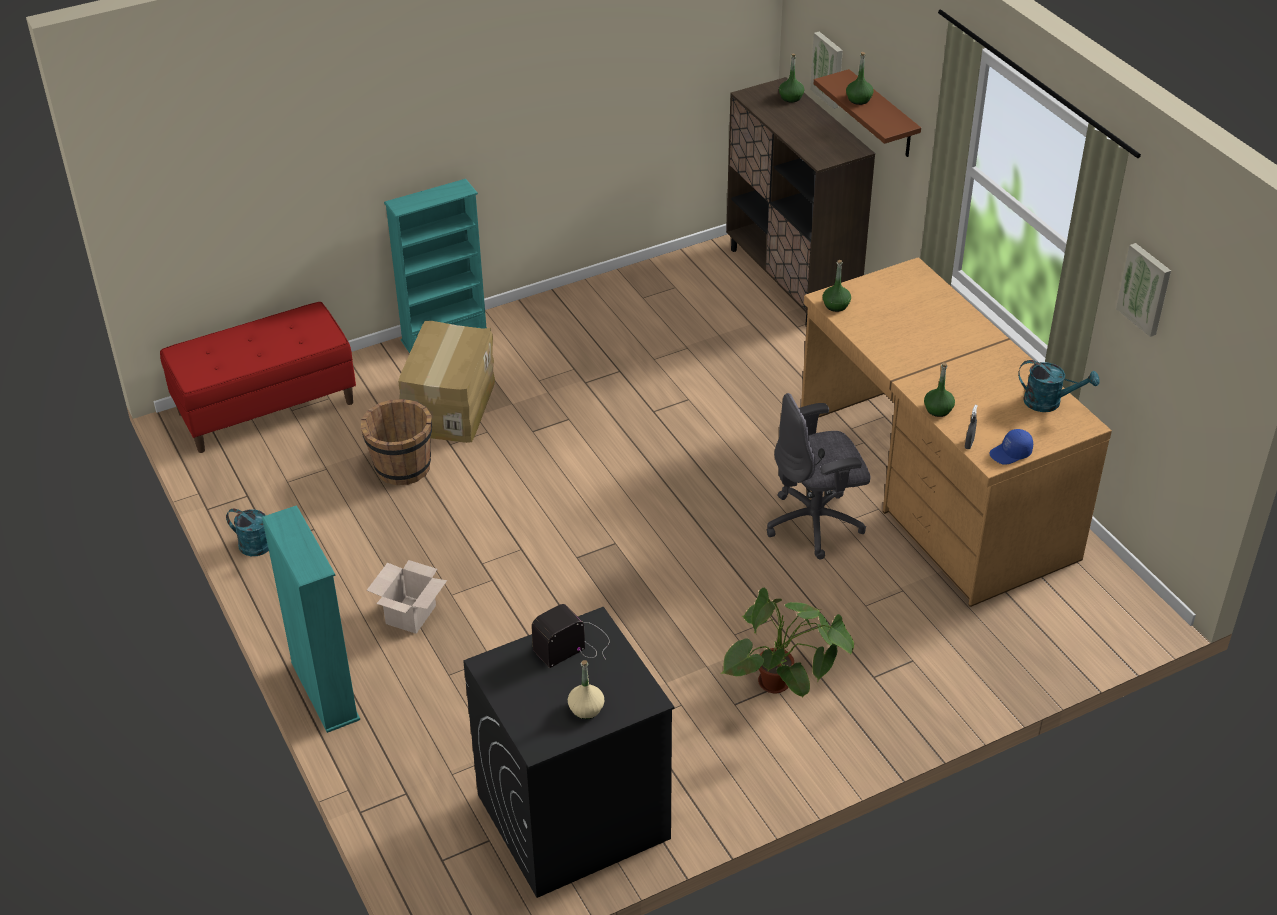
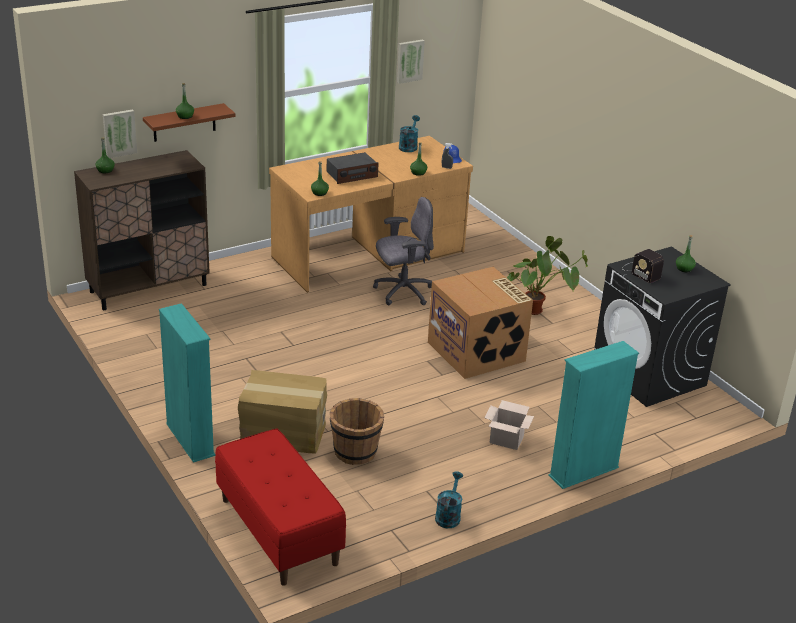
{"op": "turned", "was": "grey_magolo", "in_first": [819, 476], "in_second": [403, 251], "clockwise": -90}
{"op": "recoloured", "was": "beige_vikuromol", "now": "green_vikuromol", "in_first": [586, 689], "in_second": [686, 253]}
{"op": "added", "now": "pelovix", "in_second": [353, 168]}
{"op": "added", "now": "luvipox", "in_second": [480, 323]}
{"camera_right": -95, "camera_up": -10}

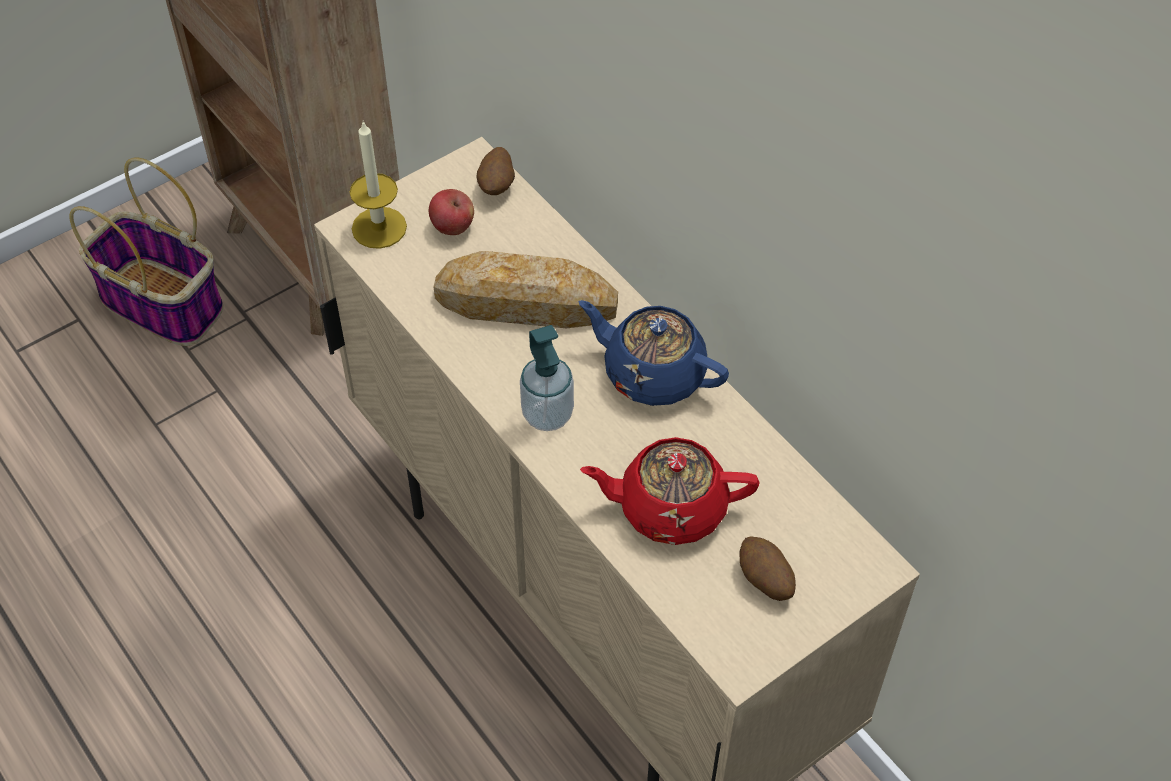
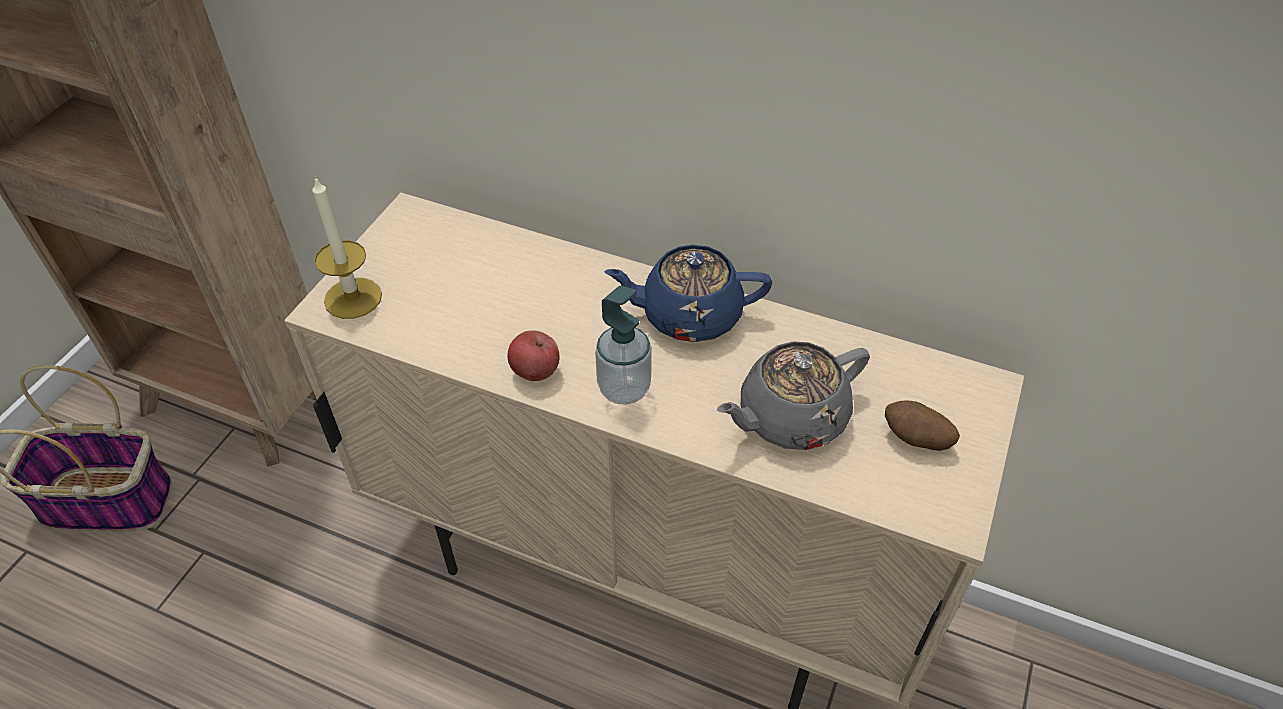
{"op": "removed", "was": "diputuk", "in_first": [496, 171]}
{"op": "moved", "was": "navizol", "in_first": [451, 212], "in_second": [534, 355]}
{"op": "removed", "was": "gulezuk", "in_first": [526, 289]}
{"op": "recoloured", "was": "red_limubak", "now": "grey_limubak", "in_first": [670, 491], "in_second": [793, 395]}
{"camera_right": -30, "camera_up": -5}

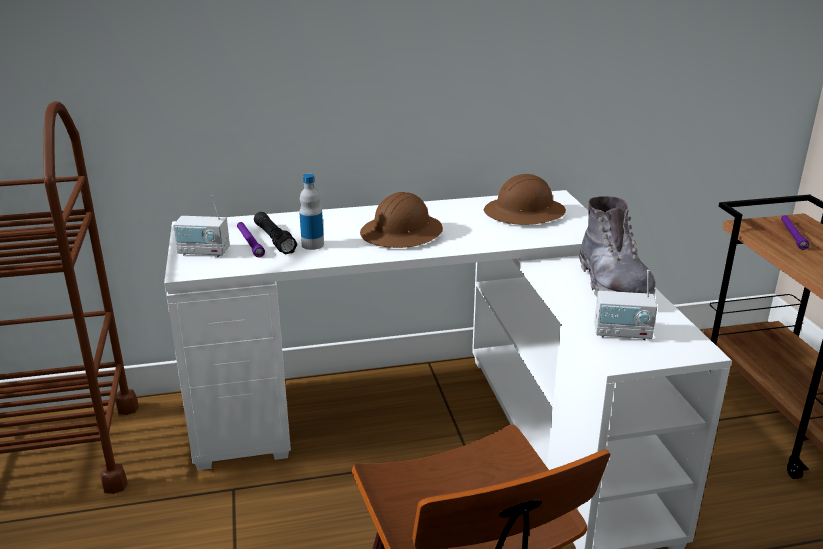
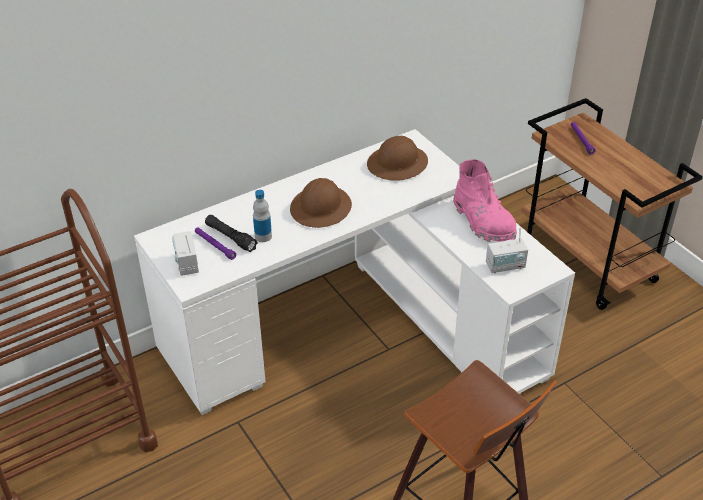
{"op": "turned", "was": "pelovix", "in_first": [201, 226], "in_second": [185, 253], "clockwise": 90}
{"op": "recoloured", "was": "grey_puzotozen", "now": "pink_puzotozen", "in_first": [617, 246], "in_second": [485, 200]}
{"camera_right": -20, "camera_up": 15}

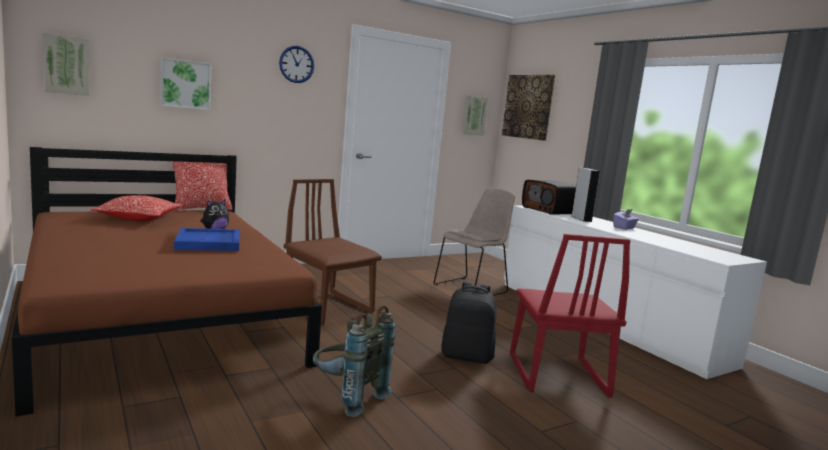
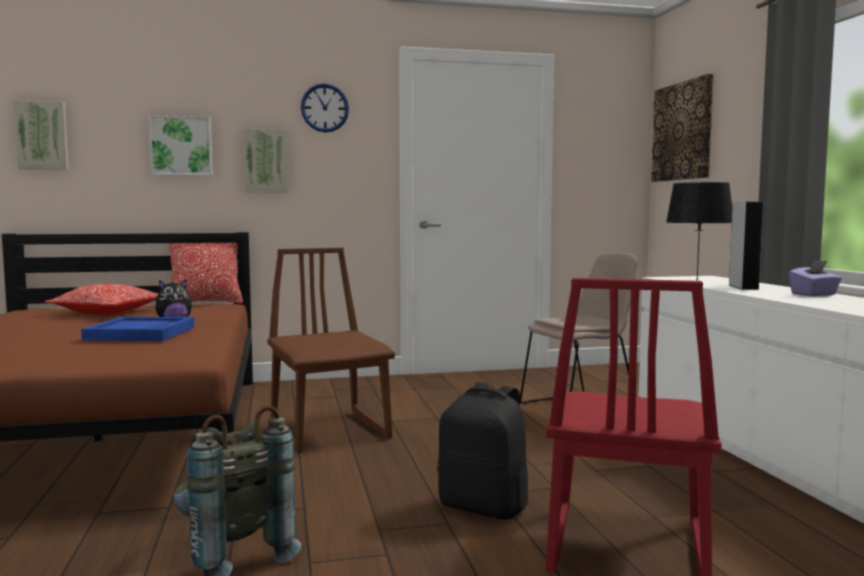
{"op": "moved", "was": "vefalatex", "in_first": [475, 116], "in_second": [265, 161]}
{"op": "replaced", "was": "pelovix", "now": "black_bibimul", "in_first": [549, 197], "in_second": [699, 231]}
{"camera_right": 20, "camera_up": -5}

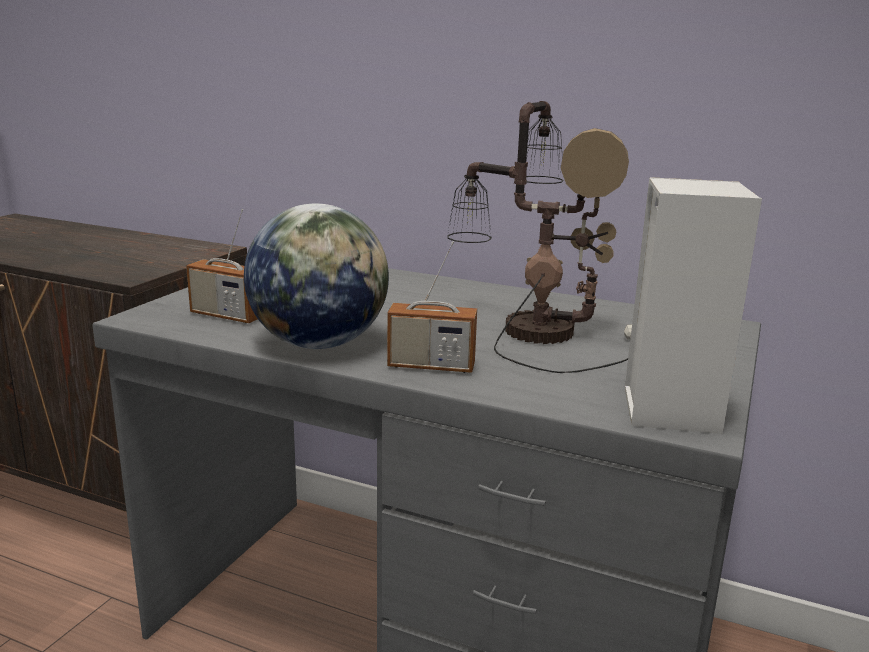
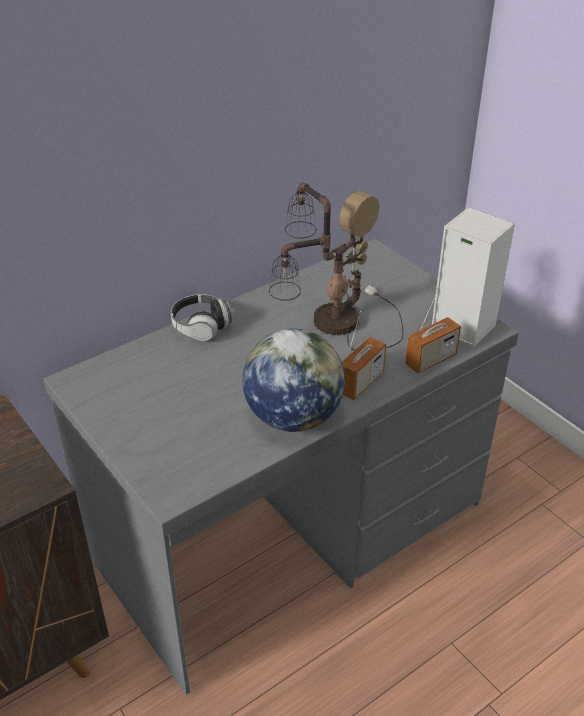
{"op": "moved", "was": "pelovix", "in_first": [222, 266], "in_second": [433, 330]}
{"op": "added", "now": "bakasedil", "in_second": [201, 317]}
{"camera_right": -60, "camera_up": 20}

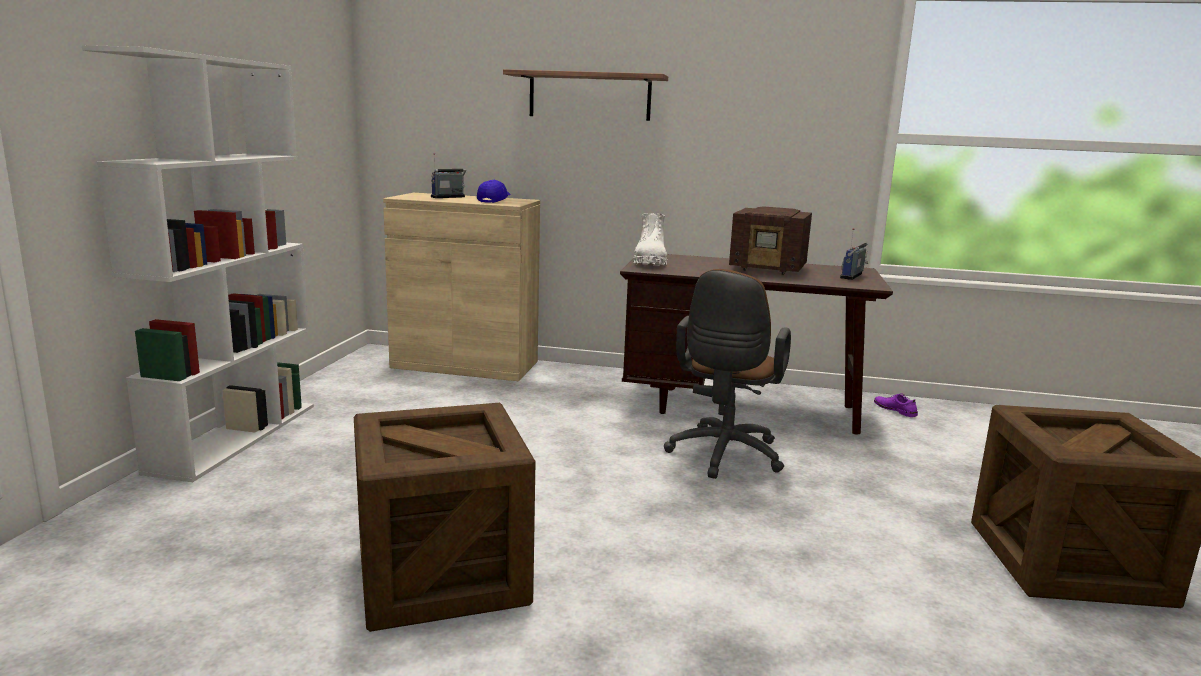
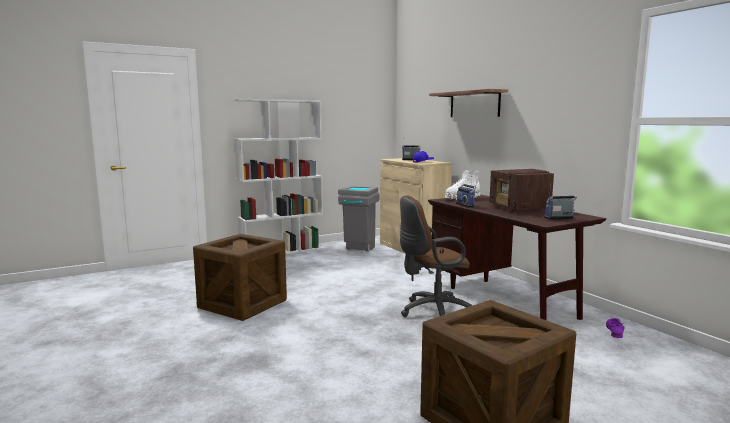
{"op": "added", "now": "pelovix", "in_second": [466, 192]}
{"op": "added", "now": "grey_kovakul", "in_second": [359, 218]}
{"camera_right": 50, "camera_up": -5}

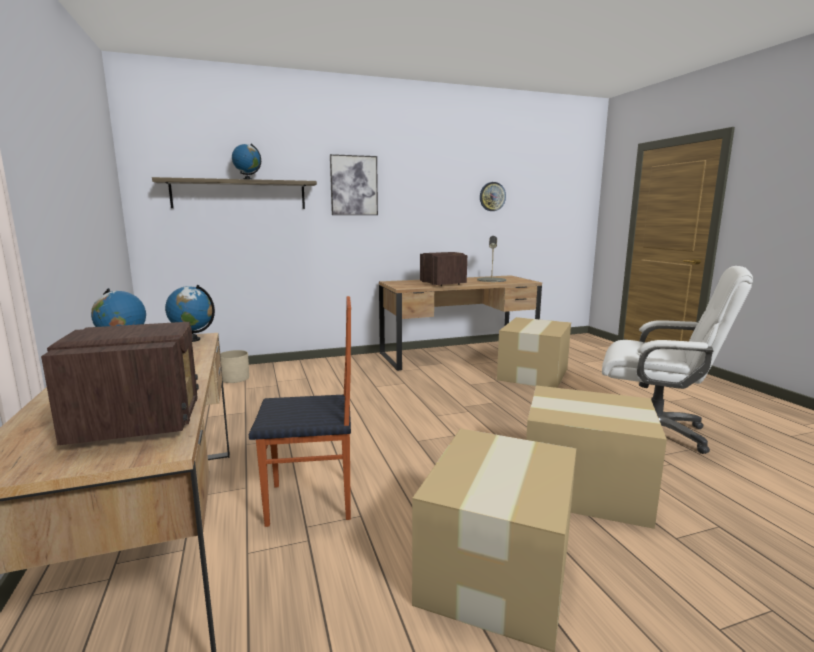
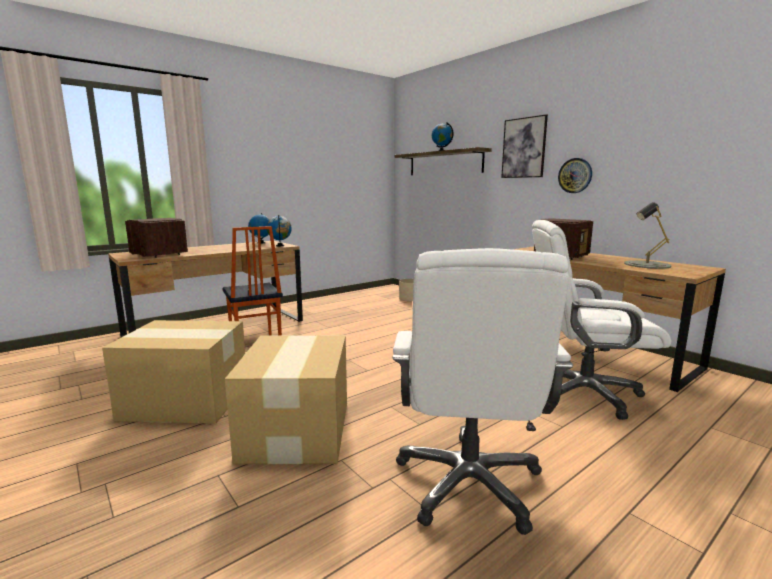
{"op": "moved", "was": "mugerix", "in_first": [493, 196], "in_second": [575, 175]}
{"op": "replaced", "was": "luvipox", "now": "white_magolo", "in_first": [534, 352], "in_second": [601, 320]}
{"op": "turned", "was": "pelovix", "in_first": [120, 383], "in_second": [156, 238], "clockwise": -105}
{"camera_right": 70, "camera_up": 0}

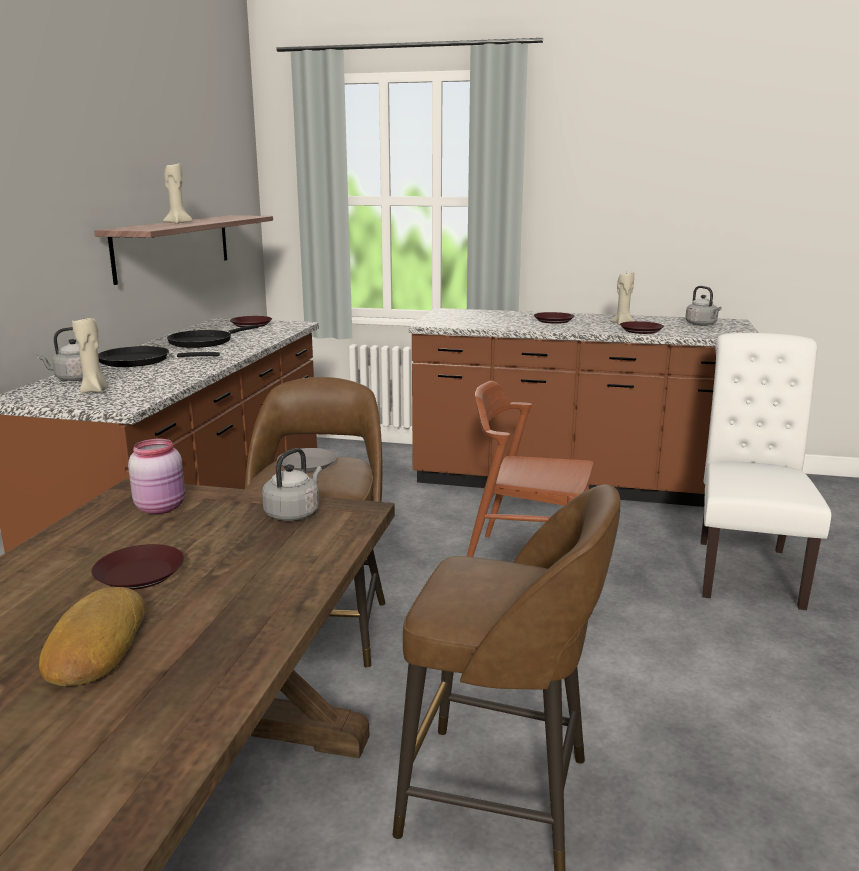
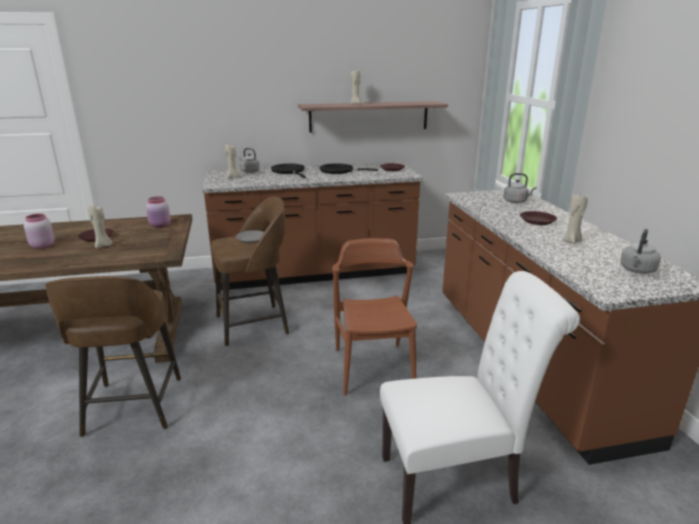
{"op": "removed", "was": "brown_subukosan", "in_first": [642, 327]}
{"op": "moved", "was": "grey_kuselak", "in_first": [292, 484], "in_second": [520, 188]}
{"op": "replaced", "was": "gulezuk", "now": "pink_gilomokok", "in_first": [92, 636], "in_second": [39, 231]}
{"op": "added", "now": "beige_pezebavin", "in_second": [100, 226]}
{"camera_right": 65, "camera_up": 5}

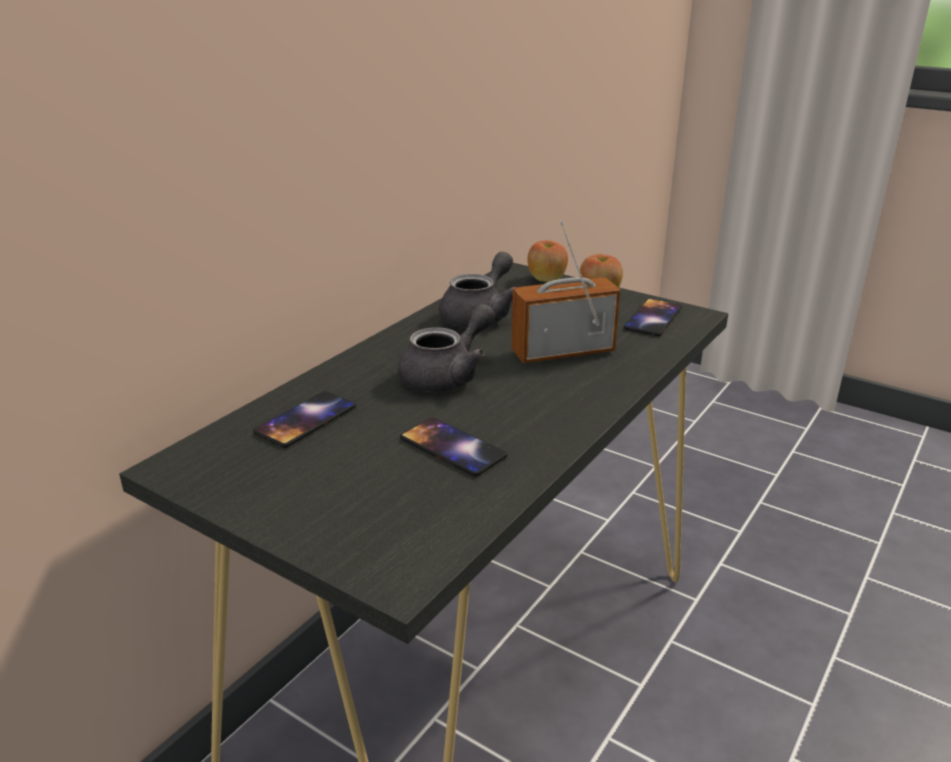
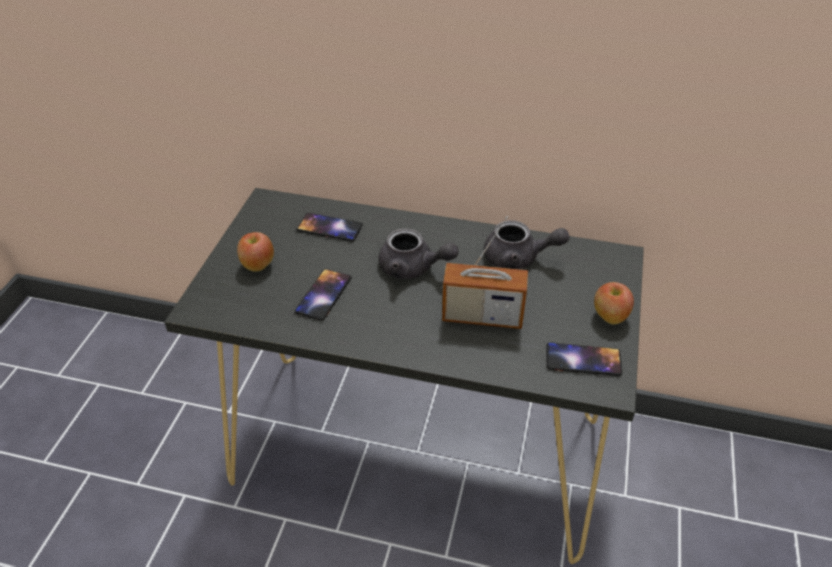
{"op": "turned", "was": "pelovix", "in_first": [566, 292], "in_second": [485, 272], "clockwise": 135}
{"op": "moved", "was": "navizol", "in_first": [547, 261], "in_second": [255, 252]}
{"camera_right": 70, "camera_up": 15}

